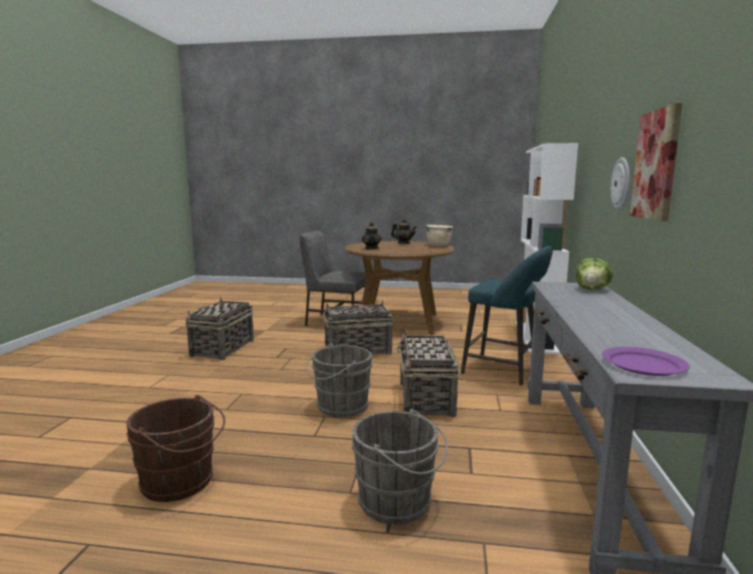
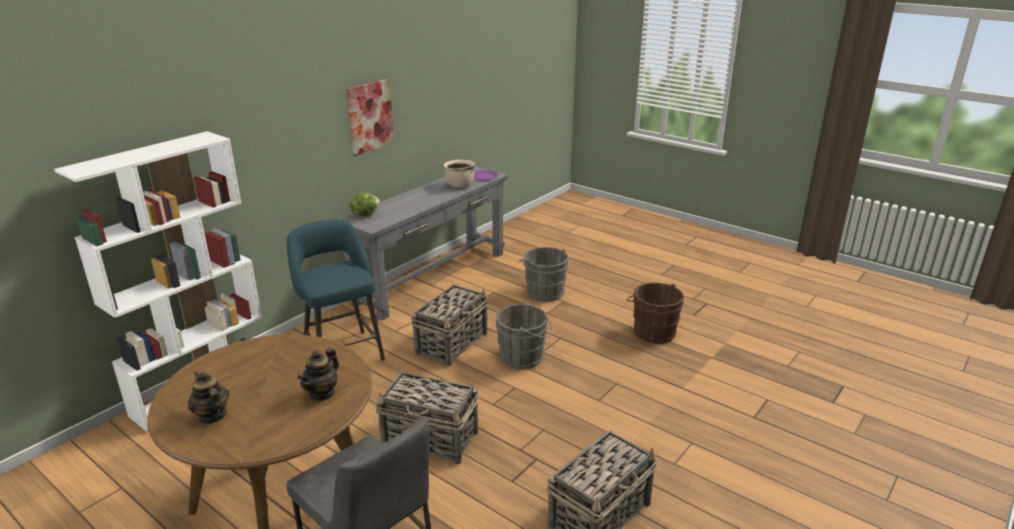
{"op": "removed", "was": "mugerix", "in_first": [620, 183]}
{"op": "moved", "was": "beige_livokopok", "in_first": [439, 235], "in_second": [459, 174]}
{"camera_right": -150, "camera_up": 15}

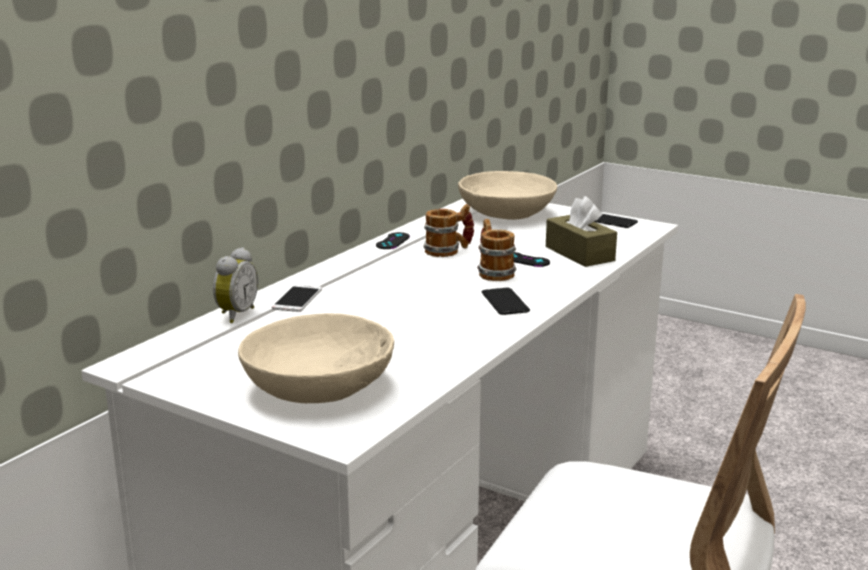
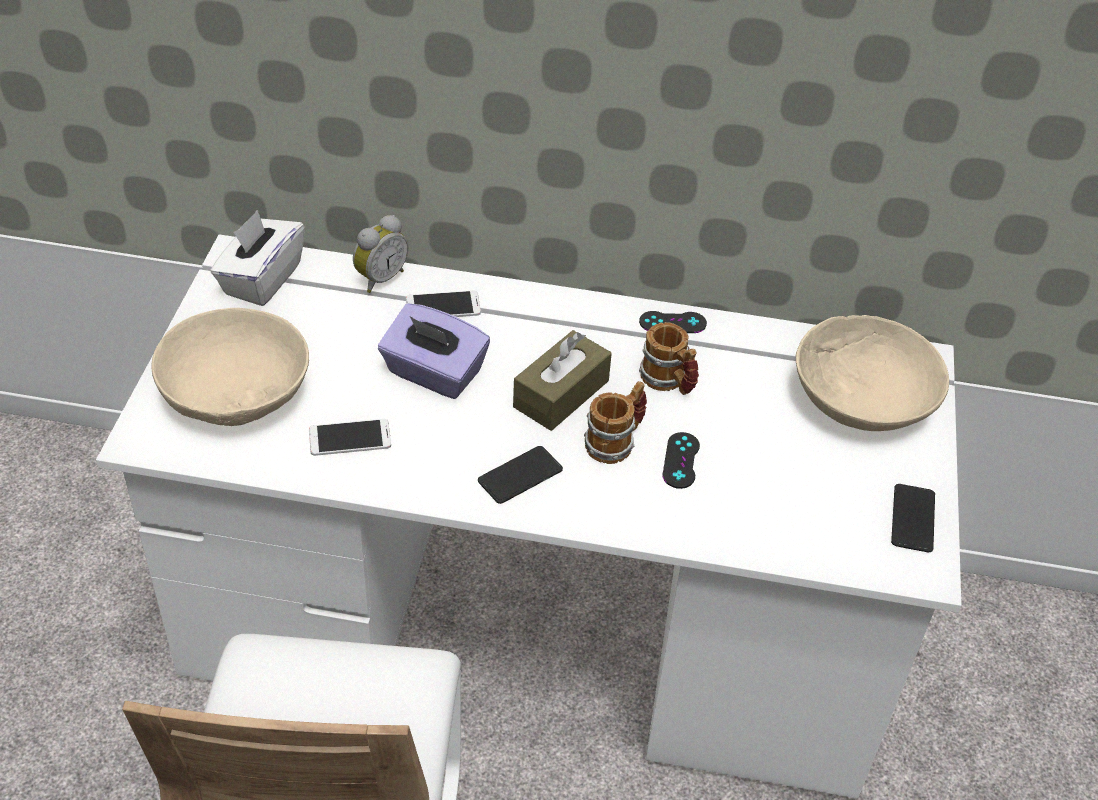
{"op": "moved", "was": "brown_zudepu", "in_first": [581, 231], "in_second": [562, 380]}
{"op": "turned", "was": "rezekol", "in_first": [235, 285], "in_second": [380, 254], "clockwise": -45}
{"op": "added", "now": "white_zudepu", "in_second": [258, 258]}
{"op": "added", "now": "purple_zudepu", "in_second": [434, 351]}
{"op": "added", "now": "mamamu", "in_second": [350, 437]}
{"camera_right": 65, "camera_up": 25}

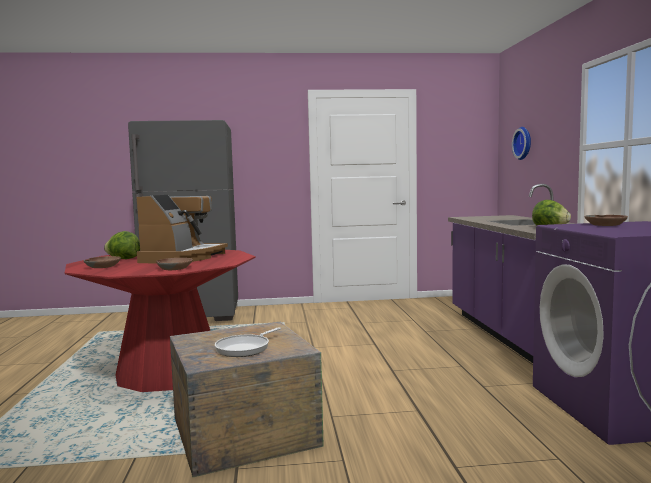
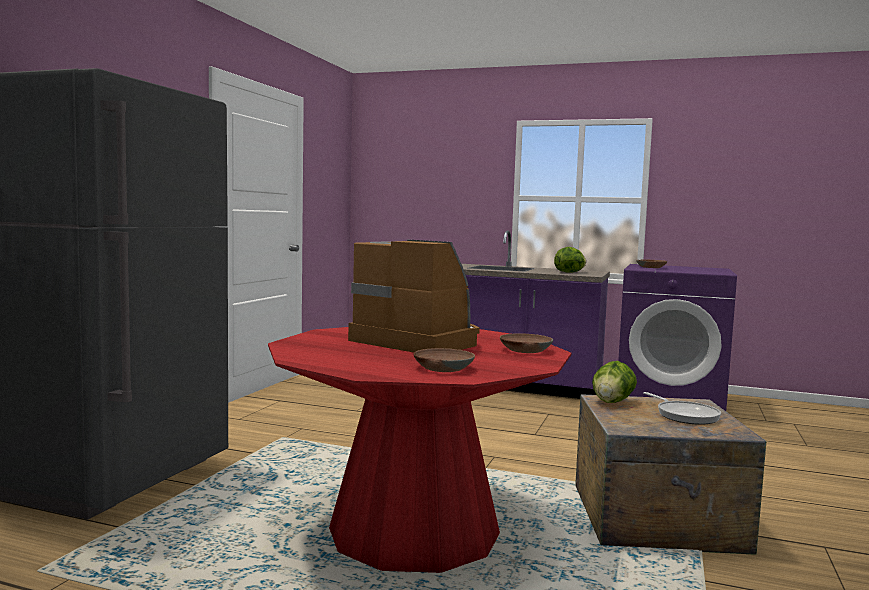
{"op": "removed", "was": "mugerix", "in_first": [521, 143]}
{"op": "moved", "was": "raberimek", "in_first": [122, 245], "in_second": [614, 382]}
{"camera_right": -65, "camera_up": 0}

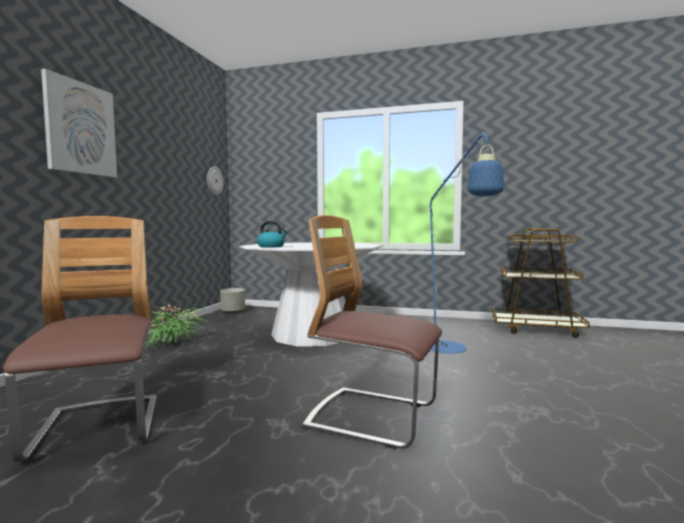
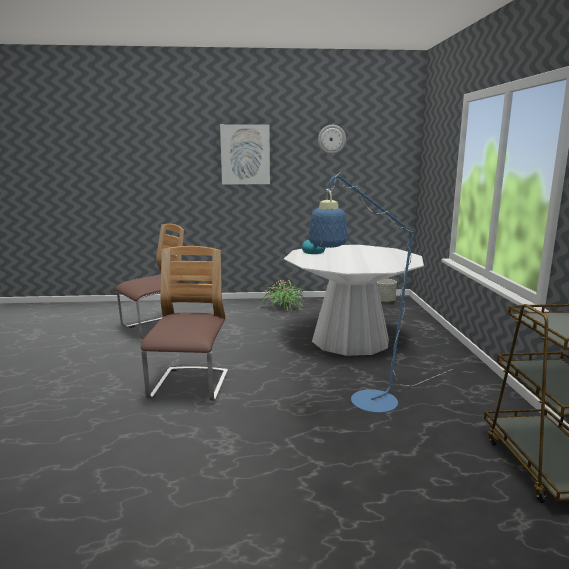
{"op": "moved", "was": "mugerix", "in_first": [215, 181], "in_second": [332, 139]}
{"camera_right": 70, "camera_up": 10}

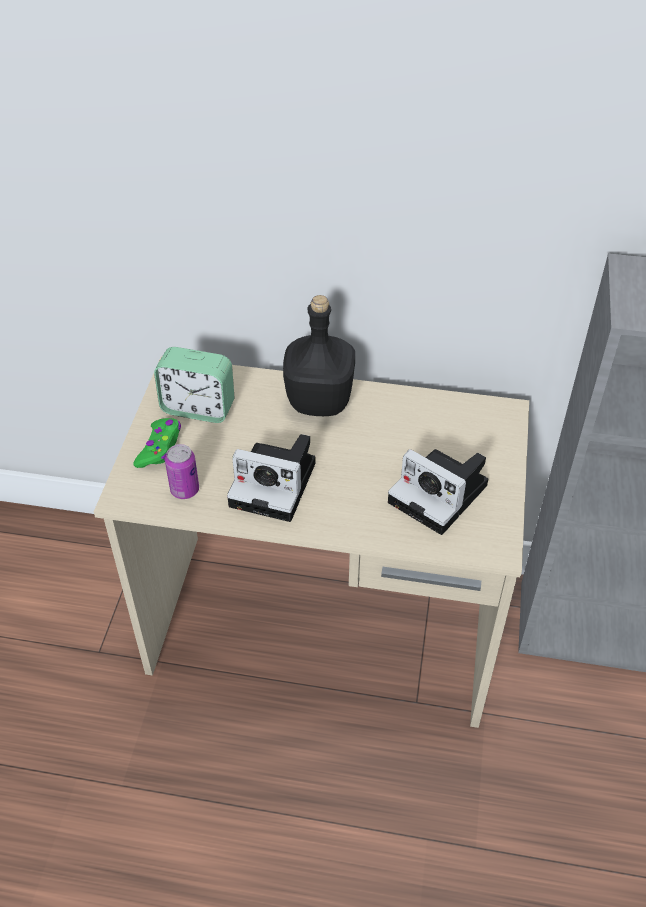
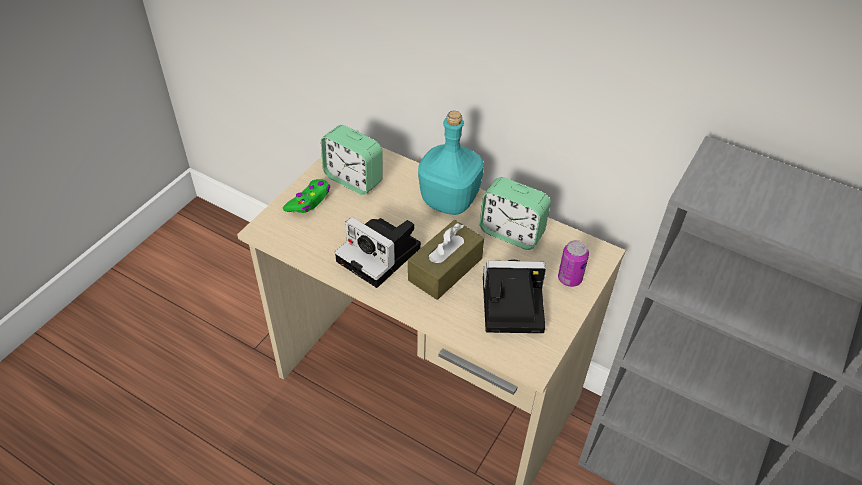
{"op": "recoloured", "was": "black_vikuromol", "now": "turquoise_vikuromol", "in_first": [319, 355], "in_second": [451, 163]}
{"op": "moved", "was": "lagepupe", "in_first": [182, 471], "in_second": [573, 263]}
{"op": "turned", "was": "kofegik", "in_first": [438, 492], "in_second": [514, 296], "clockwise": 120}
{"op": "added", "now": "rezekol", "in_second": [515, 213]}
{"op": "added", "now": "brown_zudepu", "in_second": [446, 260]}
{"camera_right": 20, "camera_up": 0}

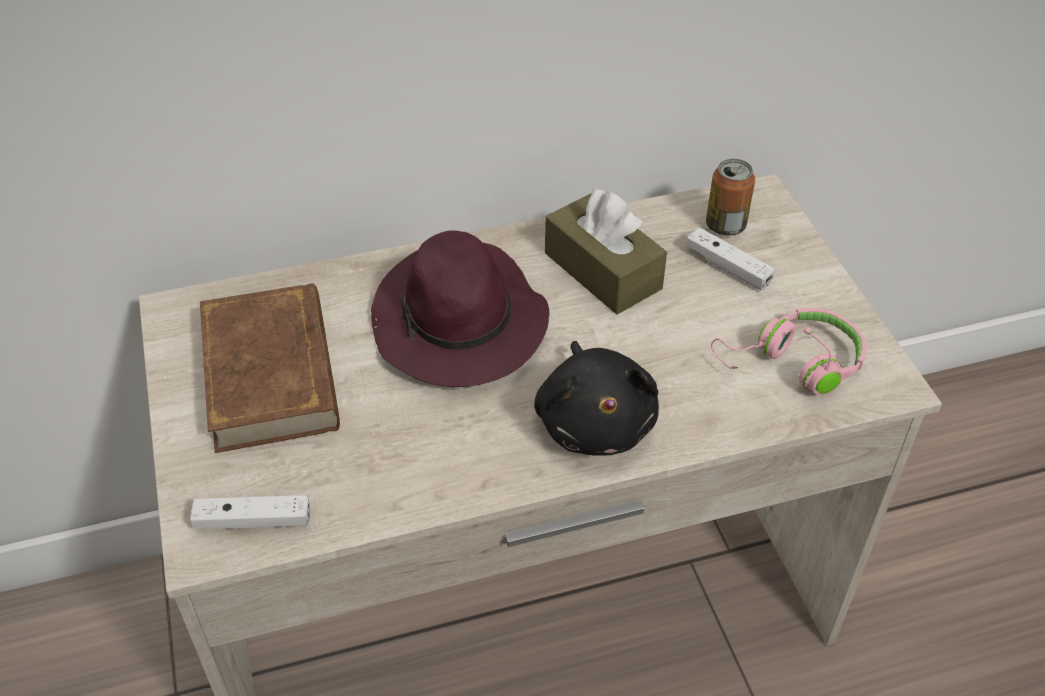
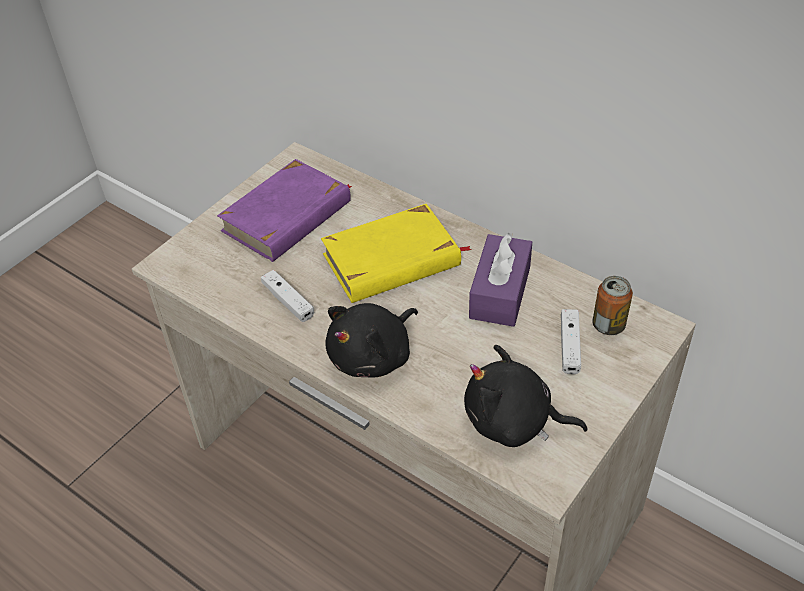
{"op": "recoloured", "was": "brown_zudepu", "now": "purple_zudepu", "in_first": [606, 251], "in_second": [500, 280]}
{"op": "replaced", "was": "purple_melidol", "now": "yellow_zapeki", "in_first": [460, 308], "in_second": [396, 253]}
{"op": "recoloured", "was": "brown_zapeki", "now": "purple_zapeki", "in_first": [270, 368], "in_second": [284, 210]}
{"op": "replaced", "was": "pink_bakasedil", "now": "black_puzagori", "in_first": [789, 351], "in_second": [526, 396]}
{"op": "moved", "was": "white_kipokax", "in_first": [250, 512], "in_second": [287, 296]}
{"camera_right": 55, "camera_up": 0}

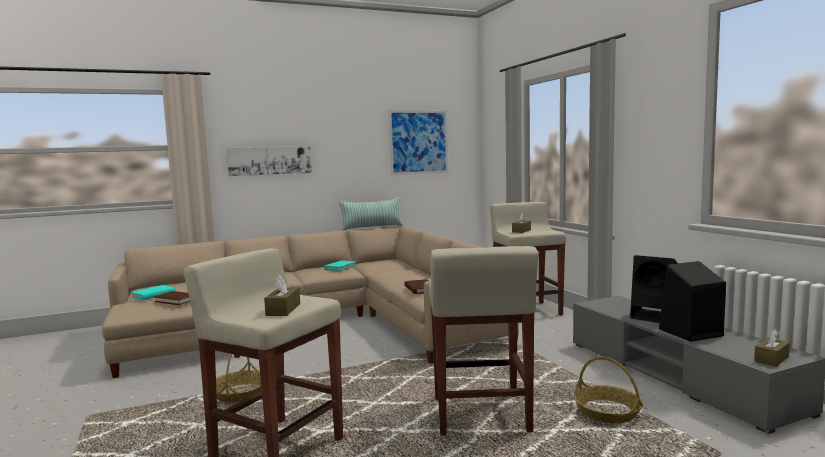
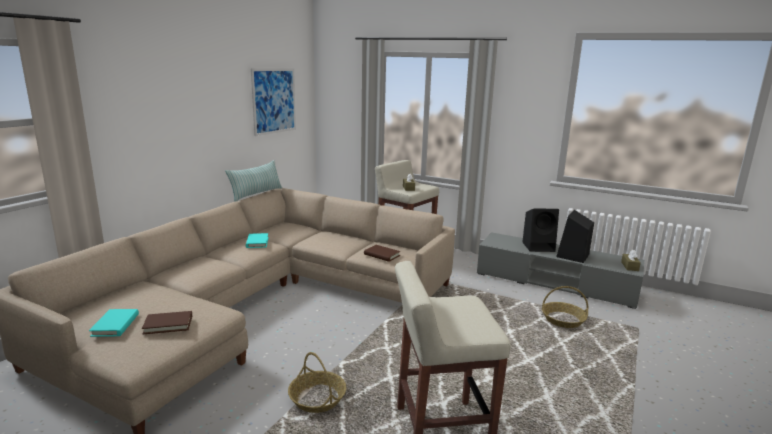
{"op": "removed", "was": "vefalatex", "in_first": [269, 161]}
{"op": "removed", "was": "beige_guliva", "in_first": [483, 341]}
{"op": "removed", "was": "brown_zudepu", "in_first": [282, 295]}
{"camera_right": -40, "camera_up": 10}

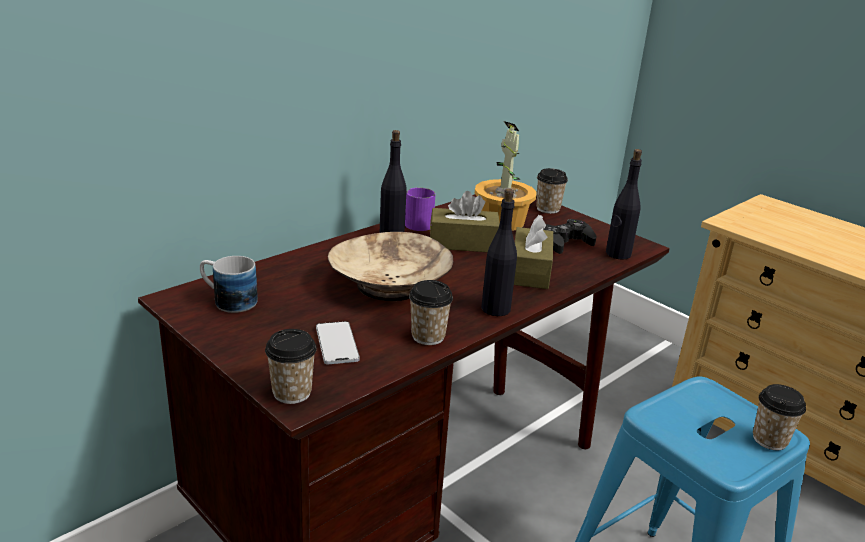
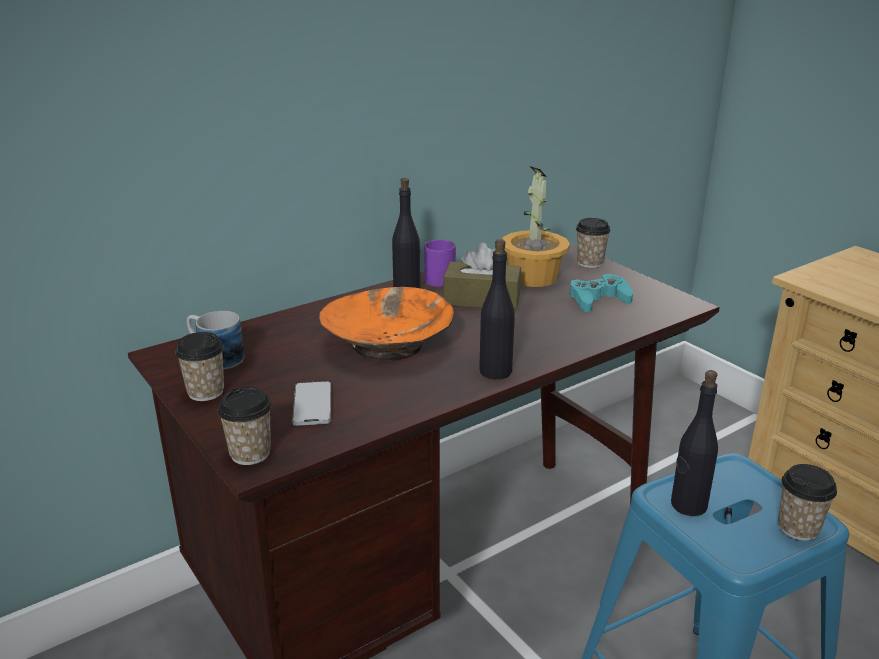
{"op": "moved", "was": "black_vikuromol", "in_first": [624, 204], "in_second": [694, 443]}
{"op": "removed", "was": "brown_zudepu", "in_first": [533, 252]}
{"op": "recoloured", "was": "black_kipokax", "now": "turquoise_kipokax", "in_first": [570, 236], "in_second": [601, 293]}
{"op": "recoloured", "was": "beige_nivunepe", "now": "orange_nivunepe", "in_first": [390, 266], "in_second": [386, 324]}
{"op": "moved", "was": "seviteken", "in_first": [431, 312], "in_second": [199, 366]}
{"camera_right": 10, "camera_up": 0}

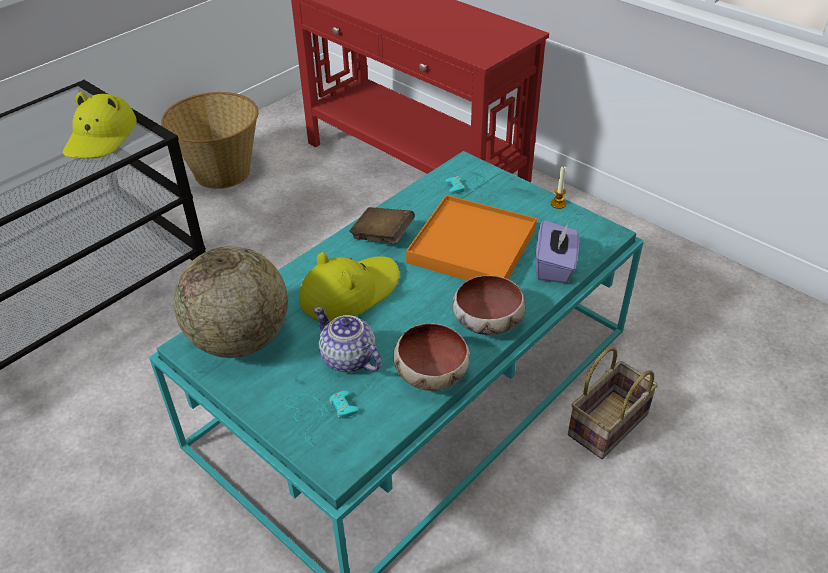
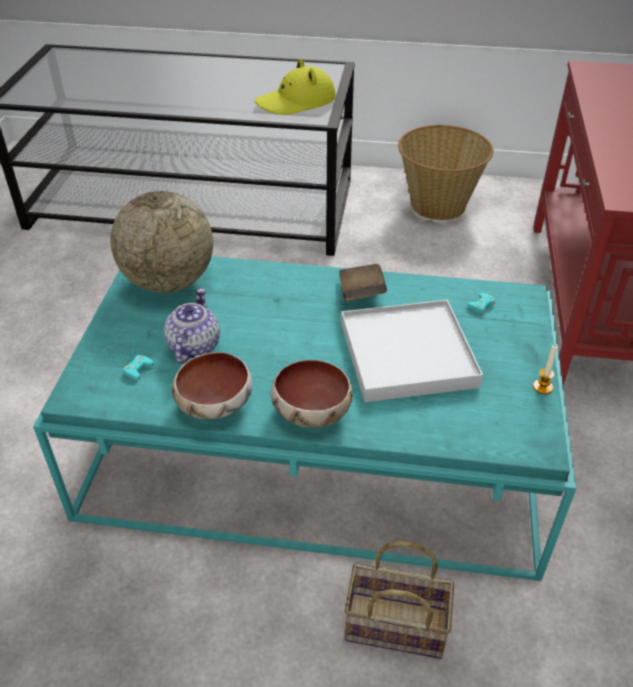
{"op": "recoloured", "was": "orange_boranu", "now": "white_boranu", "in_first": [471, 238], "in_second": [412, 351]}
{"op": "removed", "was": "purple_zudepu", "in_first": [557, 251]}
{"op": "removed", "was": "yellow_melidol", "in_first": [349, 286]}
{"camera_right": 55, "camera_up": 0}

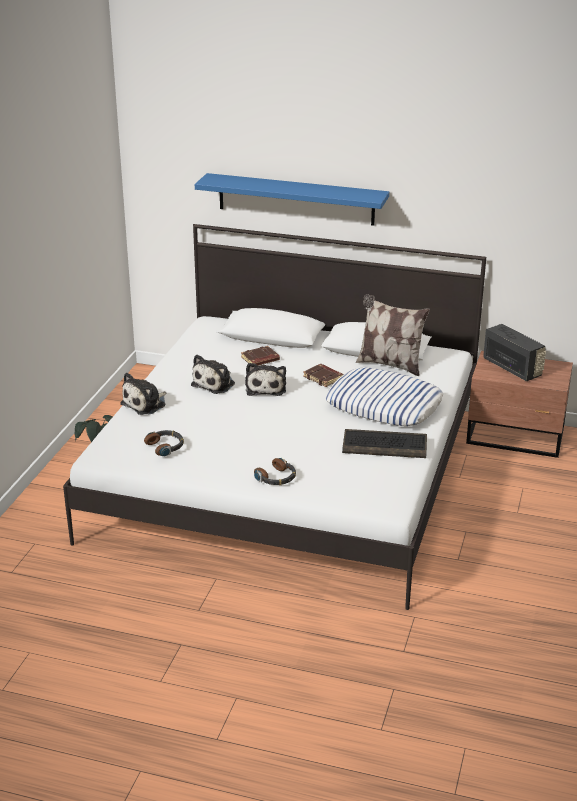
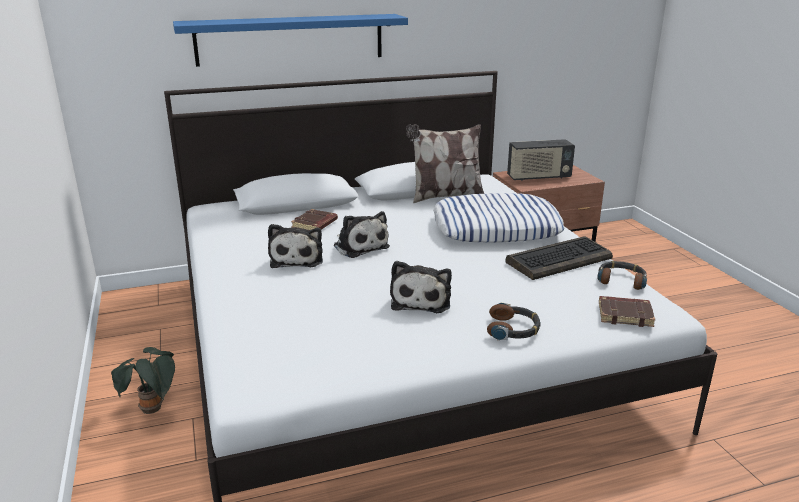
{"op": "turned", "was": "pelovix", "in_first": [514, 352], "in_second": [541, 160], "clockwise": 150}
{"op": "moved", "was": "brown_zapeki", "in_first": [323, 375], "in_second": [627, 311]}
{"op": "moved", "was": "puzagori", "in_first": [143, 394], "in_second": [421, 287]}
{"op": "moved", "was": "bakasedil", "in_first": [164, 443], "in_second": [622, 275]}
{"camera_right": -35, "camera_up": -5}

